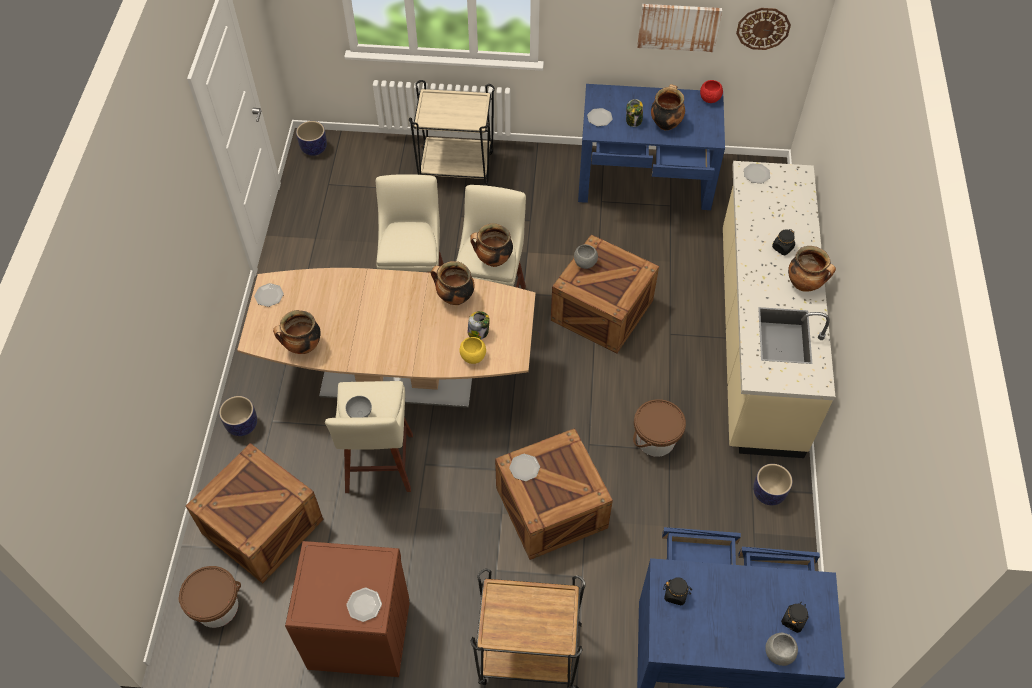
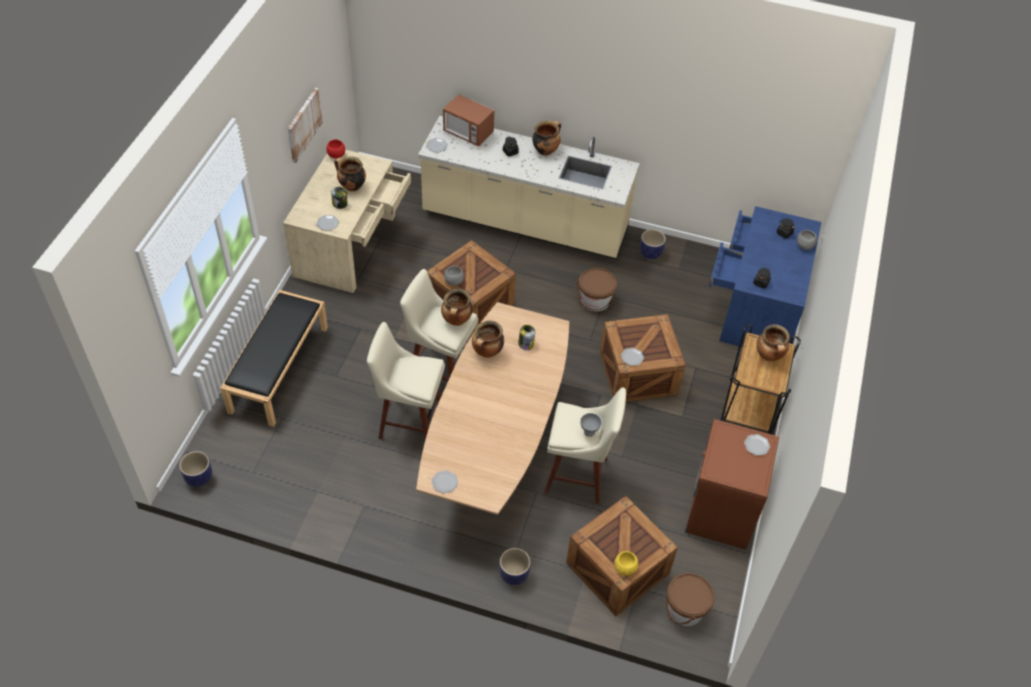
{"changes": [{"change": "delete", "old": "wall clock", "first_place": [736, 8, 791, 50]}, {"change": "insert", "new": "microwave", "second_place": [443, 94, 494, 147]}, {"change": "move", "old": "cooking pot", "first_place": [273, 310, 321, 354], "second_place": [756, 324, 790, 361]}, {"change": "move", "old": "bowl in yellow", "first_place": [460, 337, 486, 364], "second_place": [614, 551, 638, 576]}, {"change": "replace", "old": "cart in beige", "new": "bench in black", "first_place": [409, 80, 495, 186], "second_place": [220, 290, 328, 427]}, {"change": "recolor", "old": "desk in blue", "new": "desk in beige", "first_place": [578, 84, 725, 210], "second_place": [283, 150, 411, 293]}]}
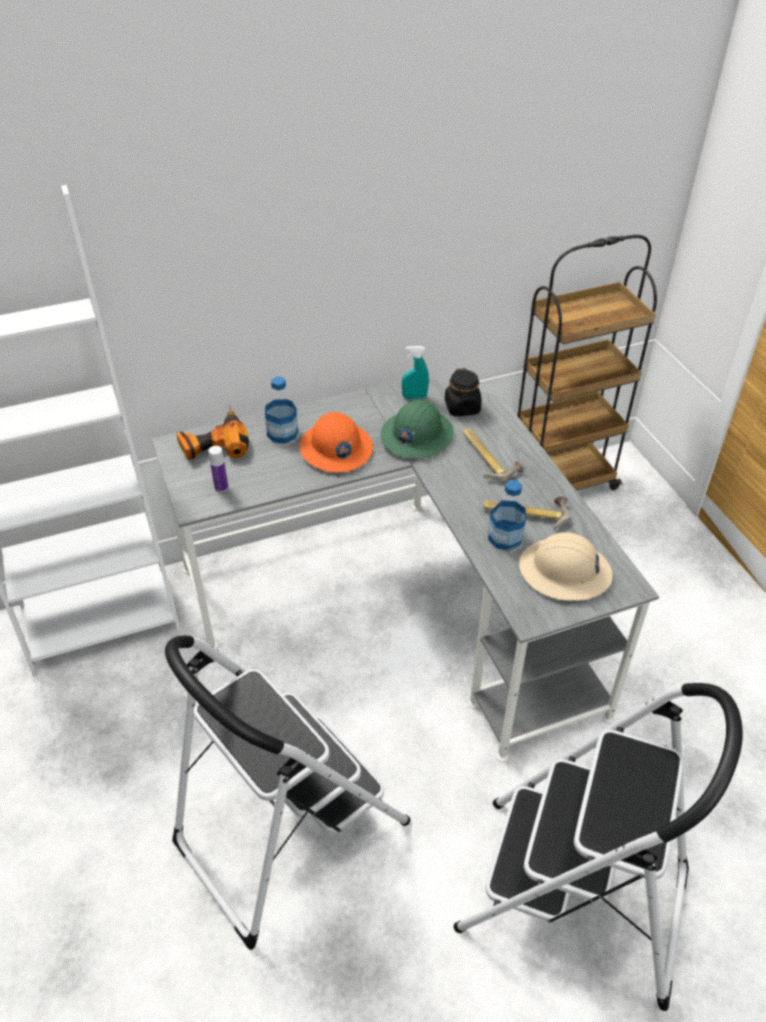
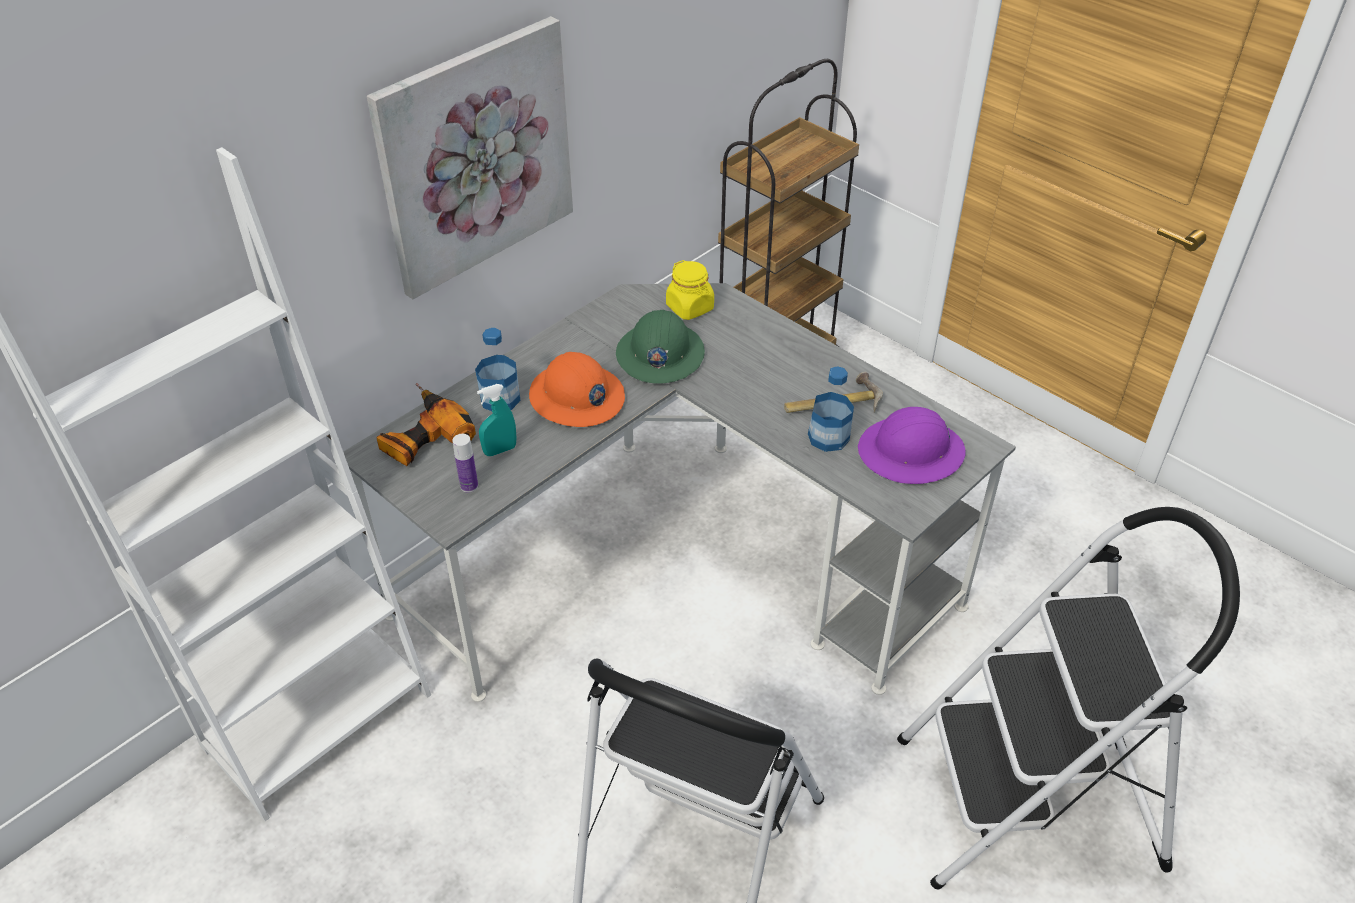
{"changes": [{"change": "delete", "old": "hammer", "first_place": [463, 429, 524, 481]}, {"change": "insert", "new": "picture", "second_place": [367, 16, 573, 299]}, {"change": "move", "old": "spray bottle in turquoise", "first_place": [402, 346, 429, 399], "second_place": [477, 384, 516, 456]}, {"change": "recolor", "old": "jar in black", "new": "jar in yellow", "first_place": [445, 368, 481, 416], "second_place": [666, 260, 714, 320]}, {"change": "recolor", "old": "hard hat in beige", "new": "hard hat in purple", "first_place": [519, 532, 613, 601], "second_place": [858, 407, 966, 484]}]}
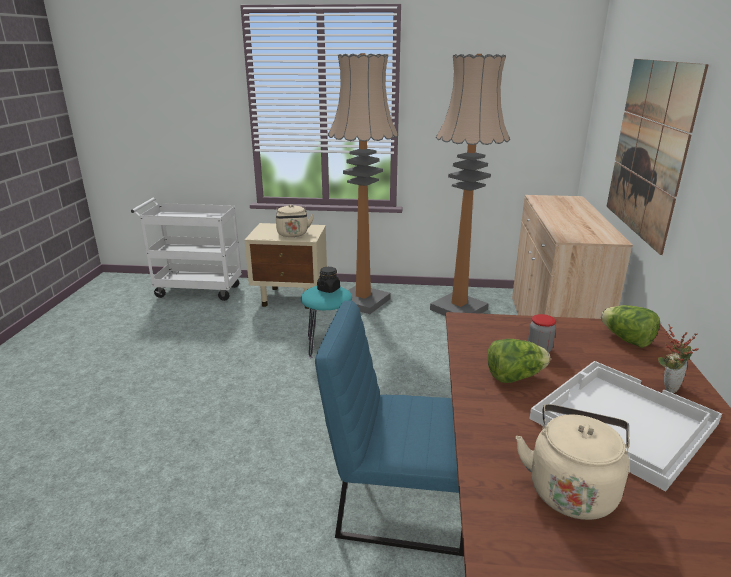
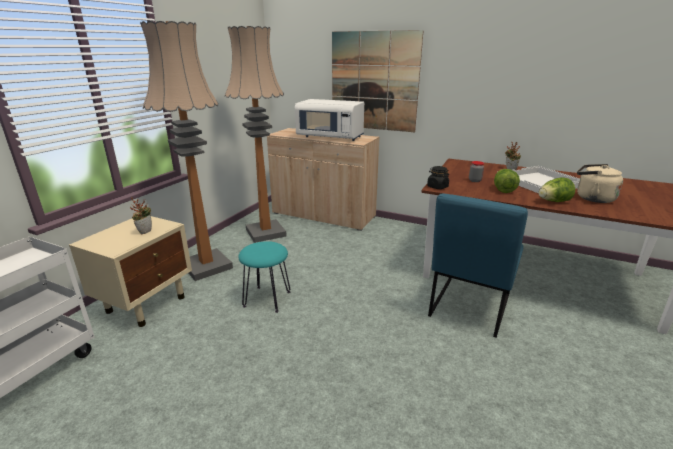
{"changes": [{"change": "insert", "new": "microwave in white", "second_place": [295, 99, 364, 141]}, {"change": "move", "old": "jar in black", "first_place": [317, 267, 340, 293], "second_place": [427, 166, 449, 189]}, {"change": "move", "old": "lettuce", "first_place": [601, 305, 660, 348], "second_place": [539, 177, 575, 202]}, {"change": "replace", "old": "kettle in beige", "new": "potted plant", "first_place": [276, 204, 314, 237], "second_place": [130, 197, 152, 234]}]}
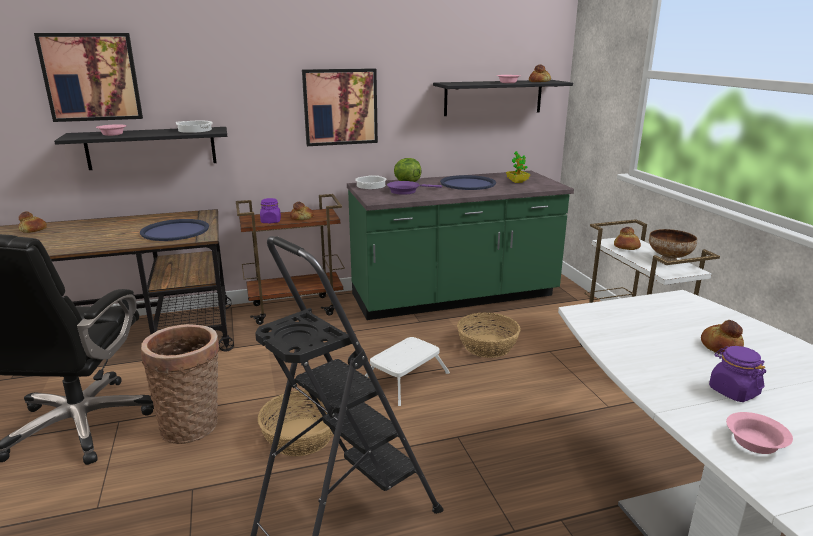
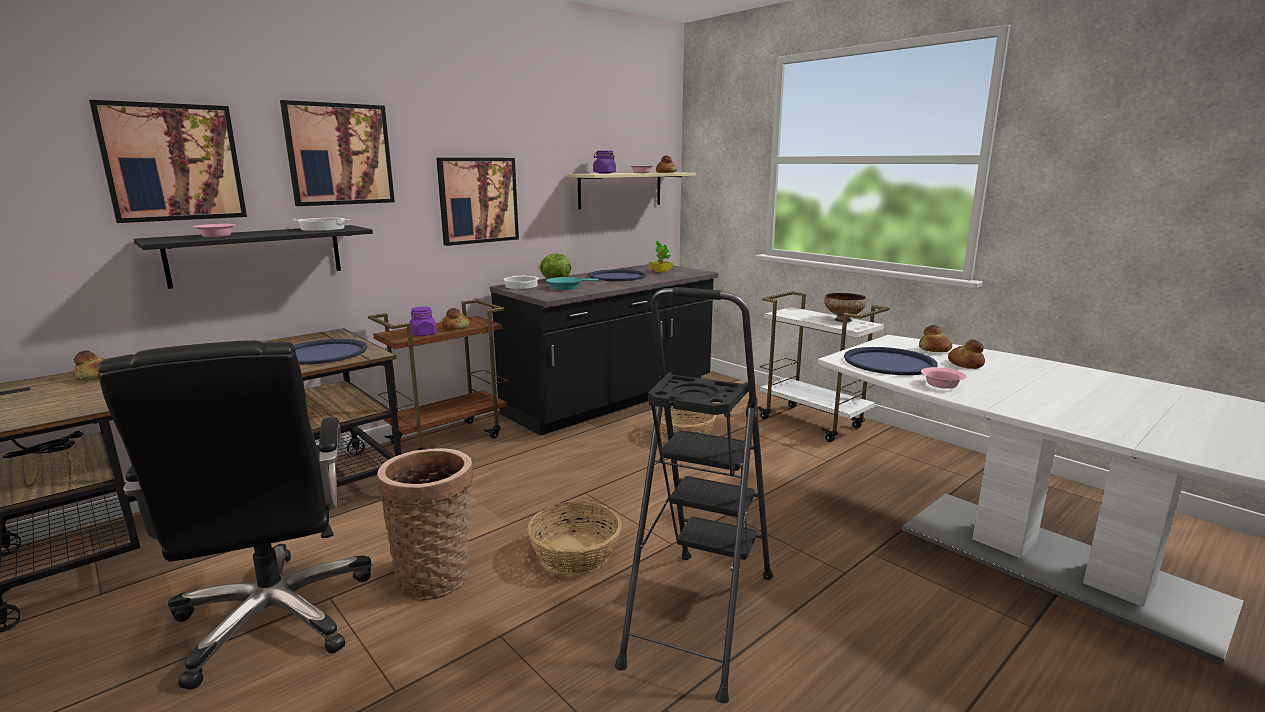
{"changes": [{"change": "delete", "old": "step ladder in white", "first_place": [365, 337, 450, 406]}, {"change": "insert", "new": "picture", "second_place": [280, 100, 395, 206]}, {"change": "insert", "new": "tray in blue", "second_place": [844, 347, 938, 375]}, {"change": "move", "old": "bread", "first_place": [614, 227, 641, 250], "second_place": [919, 325, 952, 352]}, {"change": "move", "old": "jar in purple", "first_place": [709, 346, 766, 402], "second_place": [593, 151, 616, 173]}, {"change": "move", "old": "bowl in pink", "first_place": [726, 412, 793, 454], "second_place": [921, 367, 966, 389]}, {"change": "recolor", "old": "counter in green", "new": "counter in black", "first_place": [347, 171, 574, 320], "second_place": [490, 264, 718, 436]}, {"change": "recolor", "old": "frying pan in purple", "new": "frying pan in turquoise", "first_place": [387, 181, 442, 195], "second_place": [546, 277, 599, 290]}, {"change": "recolor", "old": "shelf in black", "new": "shelf in beige", "first_place": [433, 80, 573, 116], "second_place": [567, 172, 696, 209]}]}
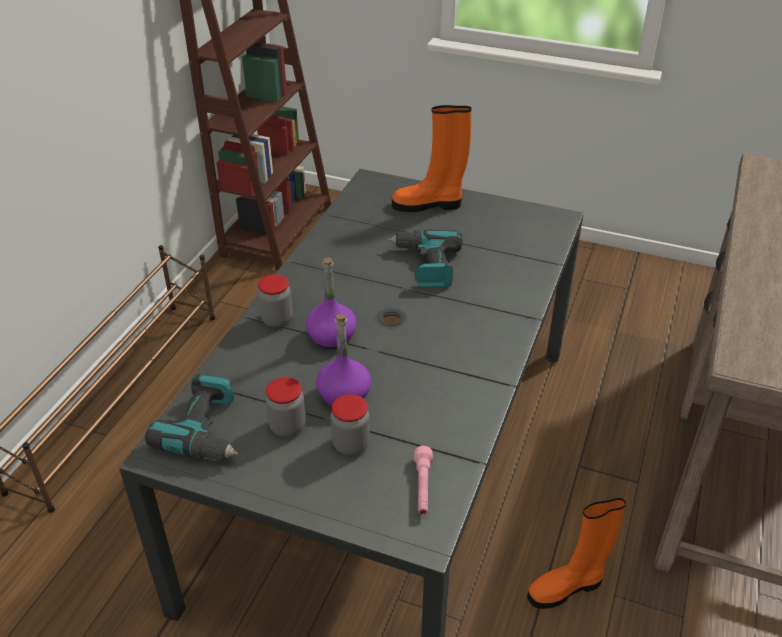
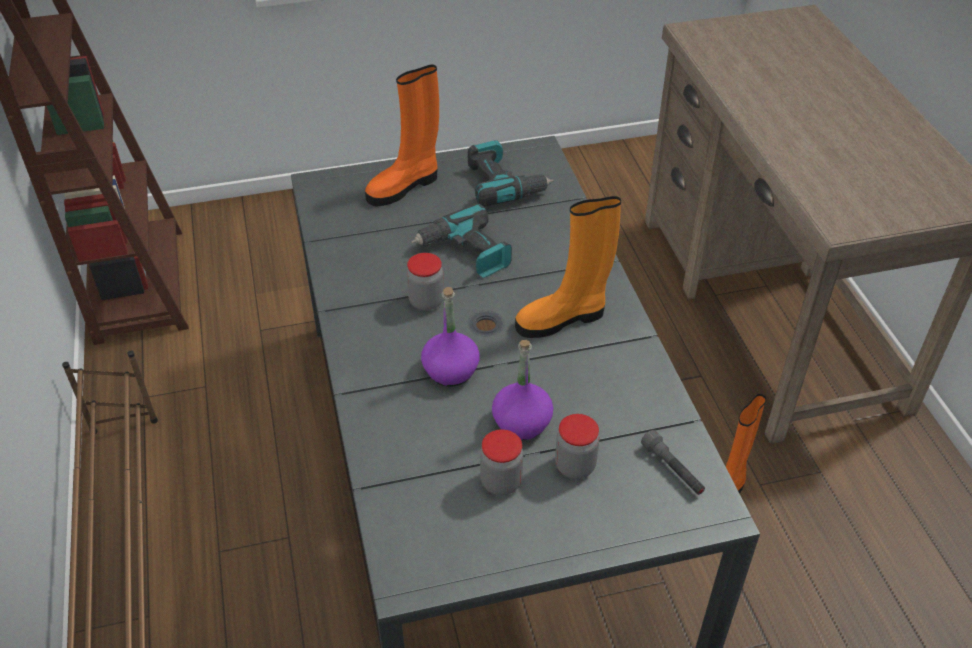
{"changes": [{"change": "insert", "new": "boot in orange", "second_place": [515, 196, 621, 338]}, {"change": "move", "old": "power drill", "first_place": [145, 374, 238, 460], "second_place": [468, 140, 554, 207]}, {"change": "move", "old": "jar", "first_place": [258, 274, 293, 327], "second_place": [407, 253, 444, 311]}, {"change": "recolor", "old": "flashlight in pink", "new": "flashlight in grey", "first_place": [414, 446, 433, 515], "second_place": [641, 430, 705, 495]}]}
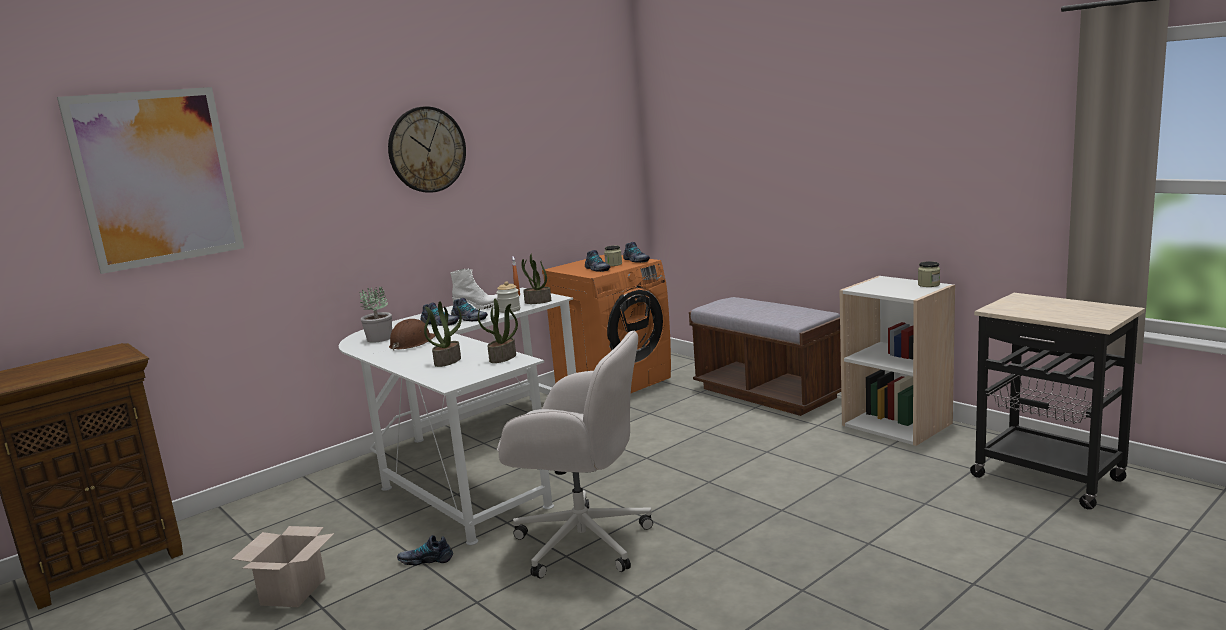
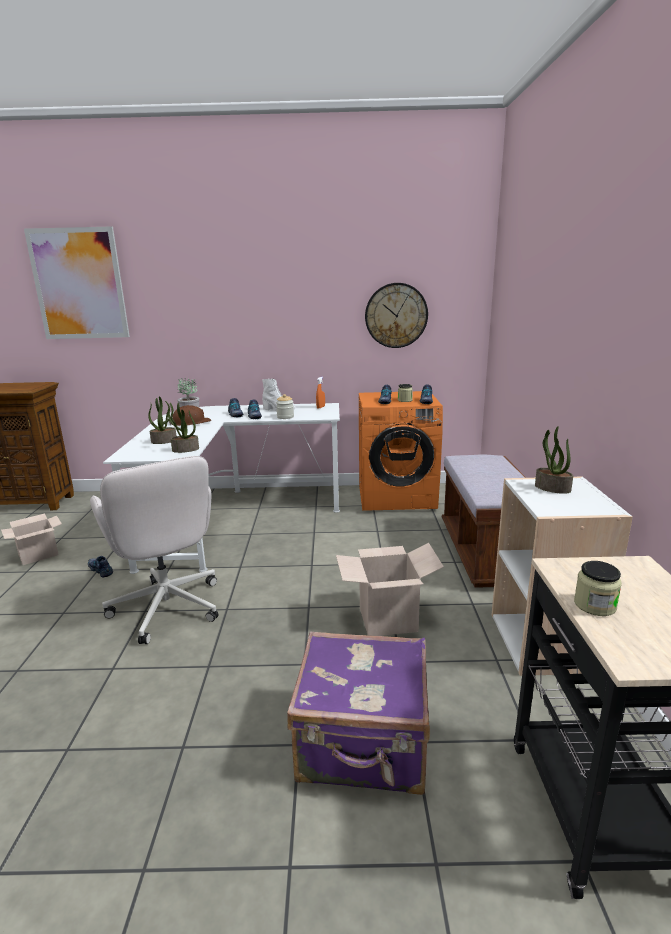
{"changes": [{"change": "insert", "new": "suitcase in purple", "second_place": [287, 631, 430, 795]}, {"change": "insert", "new": "cardboard box", "second_place": [336, 543, 444, 636]}, {"change": "move", "old": "wall clock", "first_place": [388, 106, 466, 193], "second_place": [365, 283, 428, 348]}, {"change": "move", "old": "potted plant", "first_place": [521, 254, 551, 304], "second_place": [535, 426, 573, 494]}, {"change": "move", "old": "jar", "first_place": [918, 261, 940, 287], "second_place": [574, 561, 622, 616]}]}
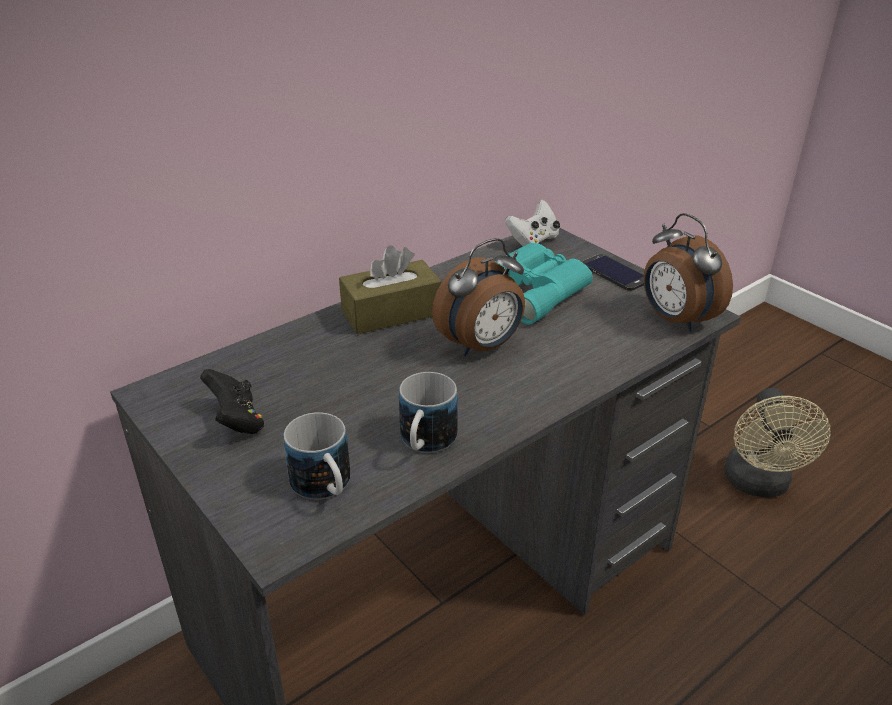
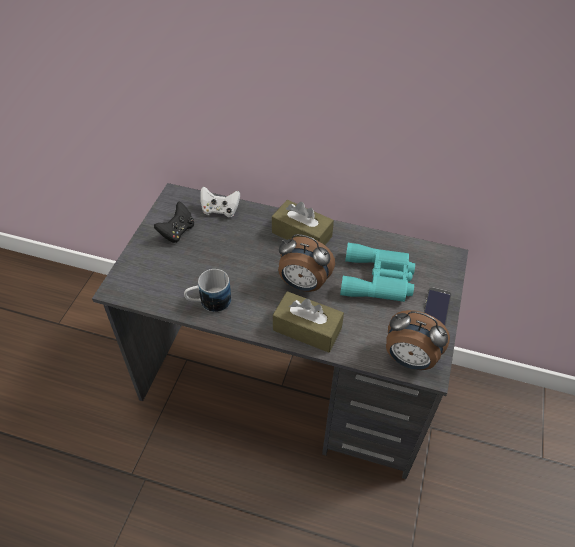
{"changes": [{"change": "delete", "old": "mug", "first_place": [283, 412, 350, 500]}, {"change": "delete", "old": "fan in beige", "first_place": [724, 388, 831, 497]}, {"change": "insert", "new": "tissue box in brown", "second_place": [273, 291, 344, 353]}, {"change": "move", "old": "game controller in white", "first_place": [505, 200, 560, 246], "second_place": [200, 187, 240, 217]}, {"change": "rotate", "old": "alarm clock", "first_place": [643, 213, 733, 332], "second_place": [386, 310, 450, 370], "degrees": -90}]}
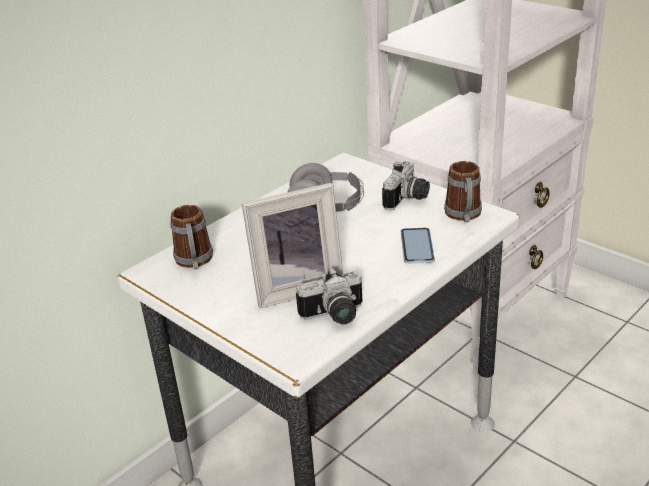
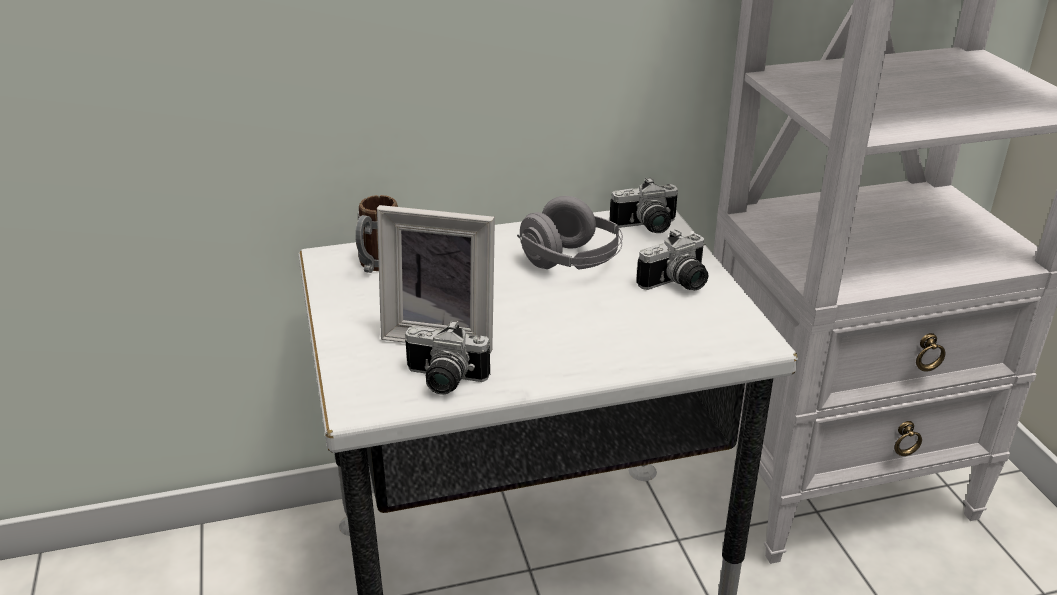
{"changes": [{"change": "delete", "old": "phone", "first_place": [401, 228, 435, 264]}, {"change": "delete", "old": "mug", "first_place": [444, 161, 482, 222]}, {"change": "insert", "new": "photo camera", "second_place": [609, 177, 678, 233]}]}
